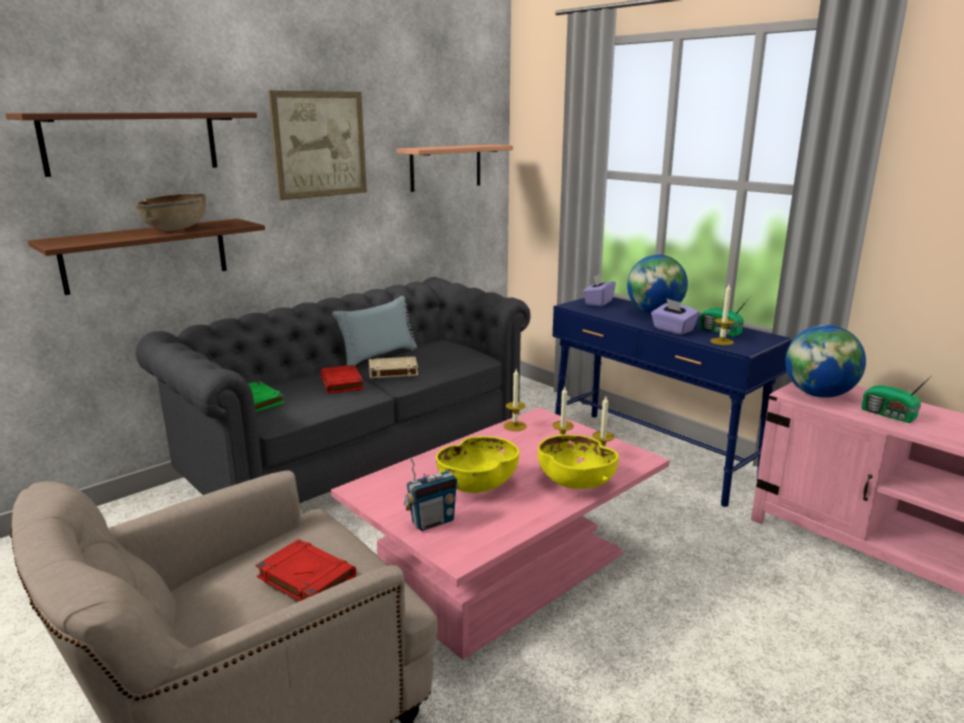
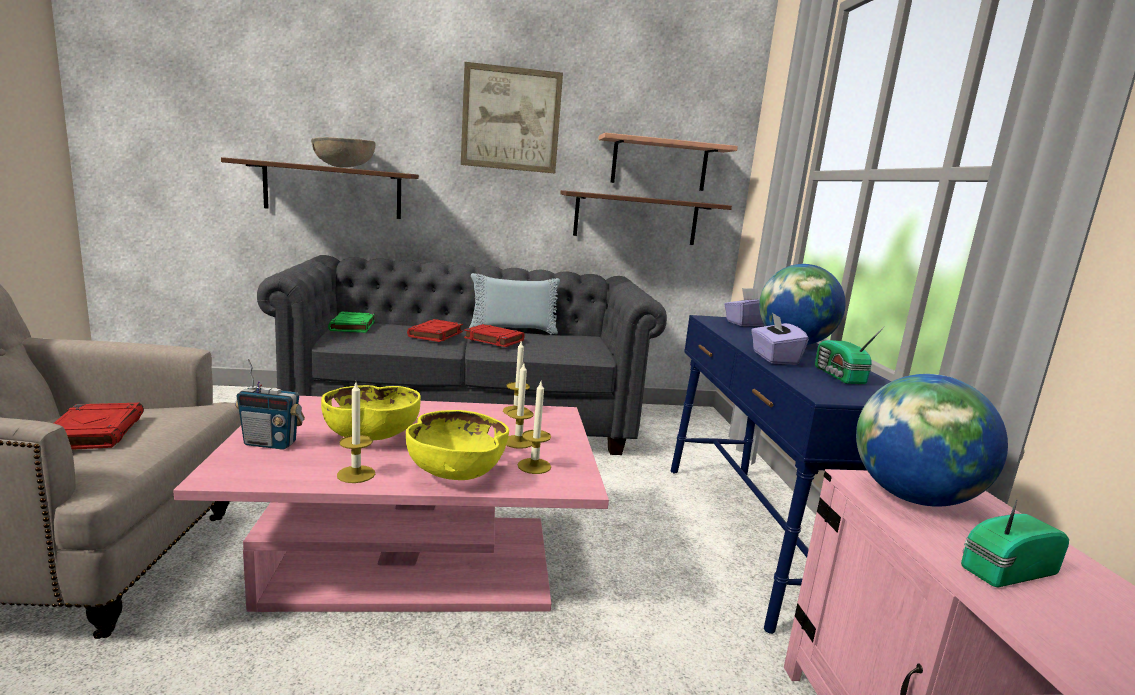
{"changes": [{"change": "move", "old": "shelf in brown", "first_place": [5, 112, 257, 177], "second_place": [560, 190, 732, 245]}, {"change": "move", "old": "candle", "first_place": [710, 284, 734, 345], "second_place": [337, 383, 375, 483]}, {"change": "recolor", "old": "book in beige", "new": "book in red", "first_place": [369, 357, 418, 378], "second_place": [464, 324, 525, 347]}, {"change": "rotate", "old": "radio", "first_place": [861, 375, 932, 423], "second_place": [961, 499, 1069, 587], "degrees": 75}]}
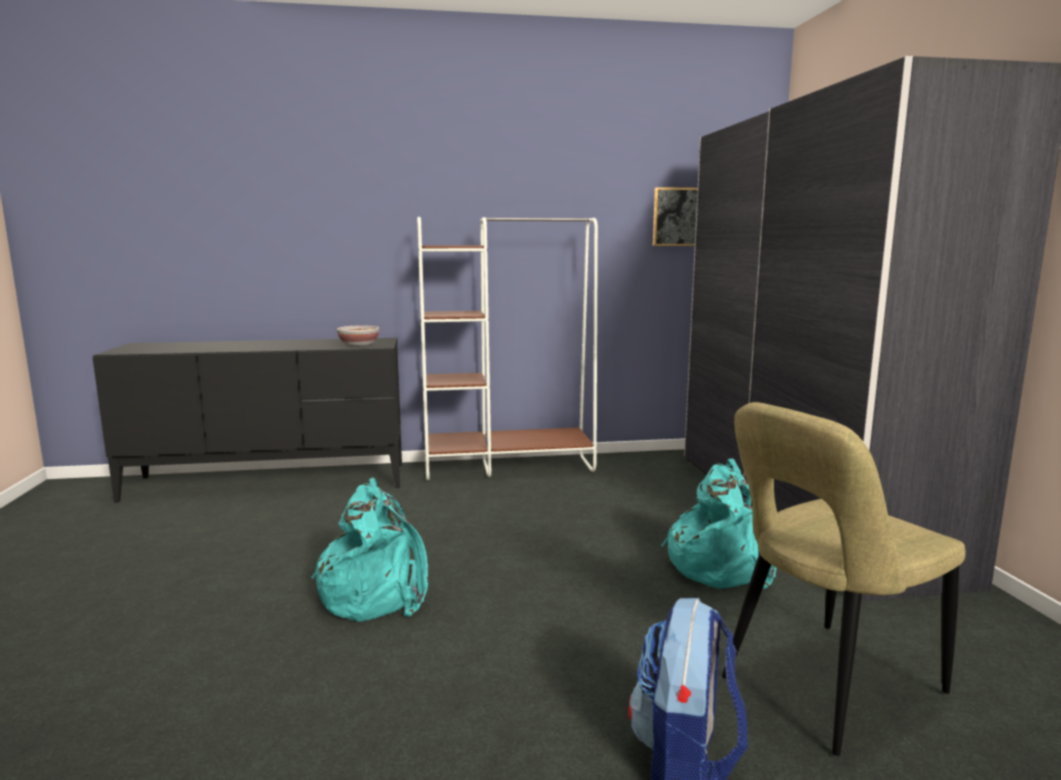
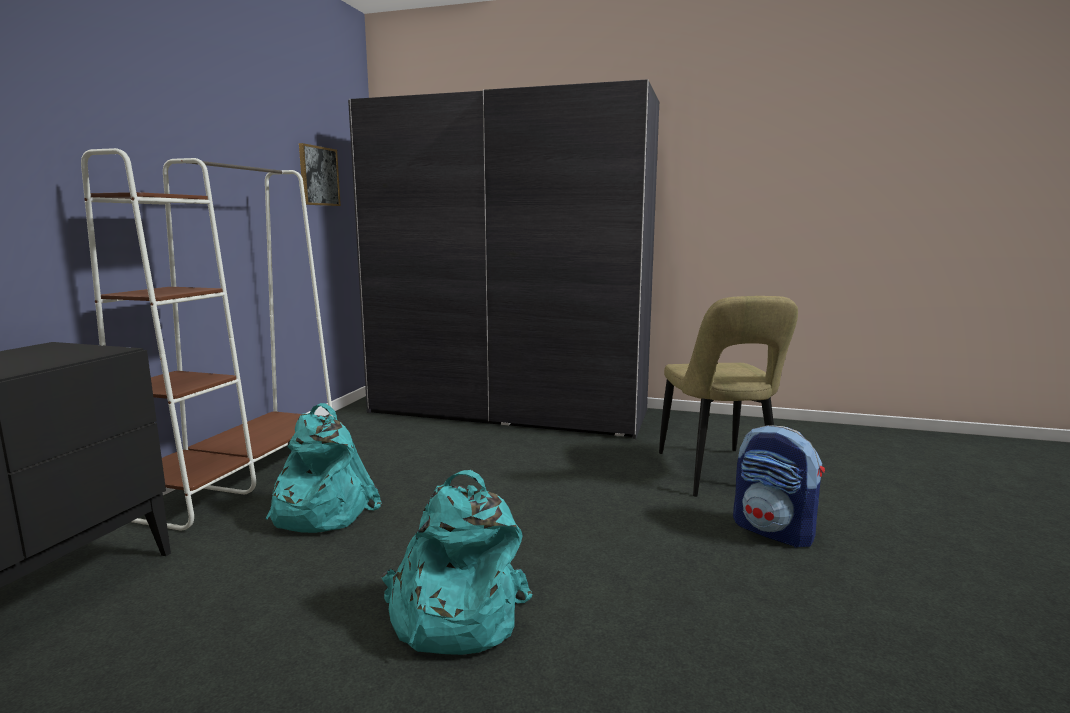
{"changes": [{"change": "delete", "old": "bowl", "first_place": [337, 325, 379, 347]}, {"change": "move", "old": "backpack in turquoise", "first_place": [661, 458, 777, 589], "second_place": [265, 403, 381, 533]}]}
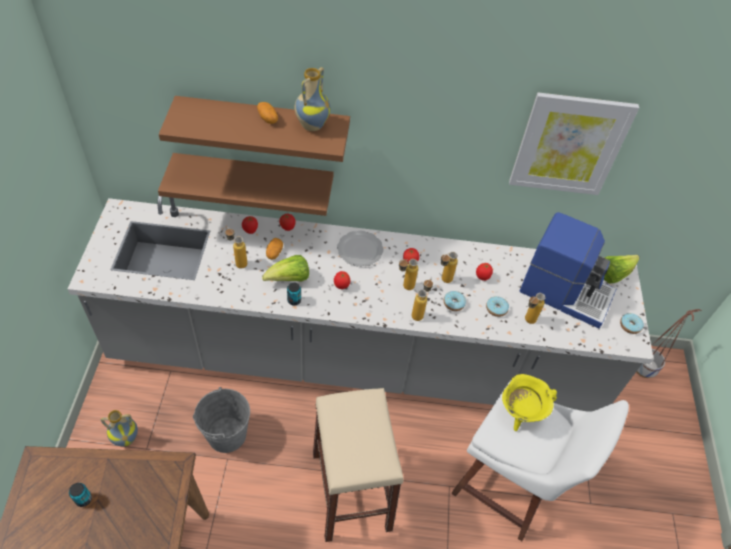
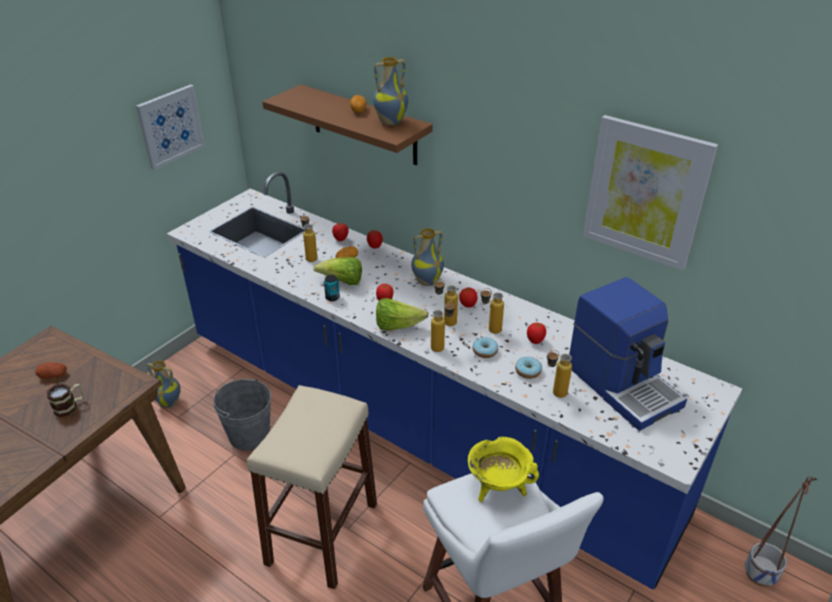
{"changes": [{"change": "delete", "old": "shelf in brown", "first_place": [158, 153, 334, 216]}, {"change": "delete", "old": "donut", "first_place": [620, 313, 644, 334]}, {"change": "insert", "new": "mug", "second_place": [47, 383, 84, 417]}, {"change": "insert", "new": "picture", "second_place": [136, 84, 205, 170]}, {"change": "move", "old": "lettuce", "first_place": [604, 255, 639, 283], "second_place": [376, 298, 429, 331]}, {"change": "replace", "old": "can", "new": "potato", "first_place": [69, 483, 92, 507], "second_place": [35, 362, 67, 379]}, {"change": "replace", "old": "plate", "new": "vase", "first_place": [337, 230, 384, 267], "second_place": [411, 228, 444, 286]}, {"change": "recolor", "old": "counter in grey", "new": "counter in blue", "first_place": [68, 196, 654, 412], "second_place": [167, 172, 742, 590]}]}
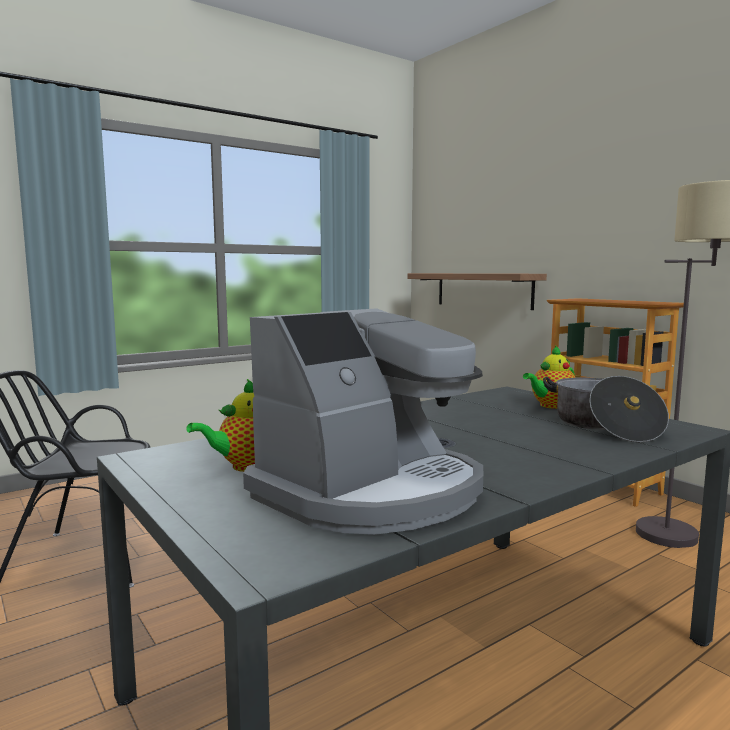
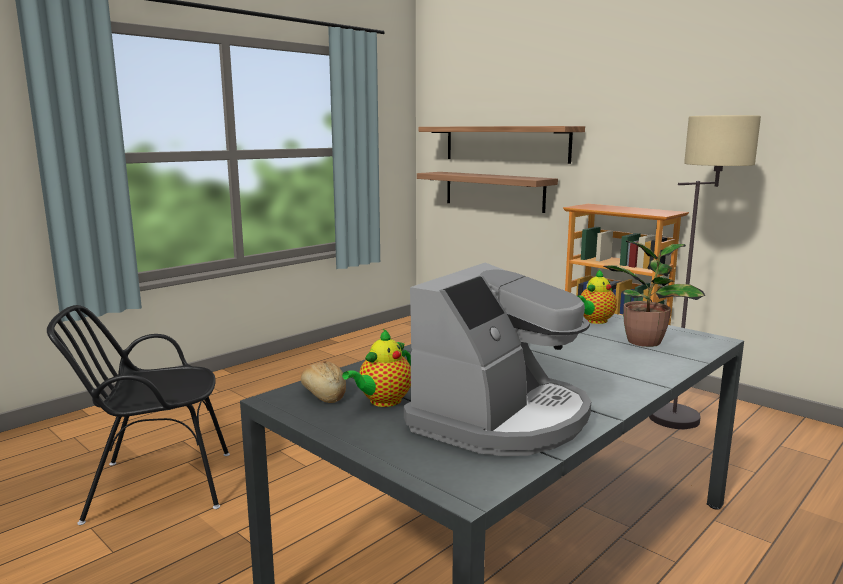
{"changes": [{"change": "insert", "new": "bread", "second_place": [301, 361, 346, 403]}, {"change": "insert", "new": "shelf", "second_place": [418, 126, 585, 164]}, {"change": "replace", "old": "cooking pot", "new": "potted plant", "first_place": [543, 376, 669, 442], "second_place": [603, 240, 705, 347]}]}
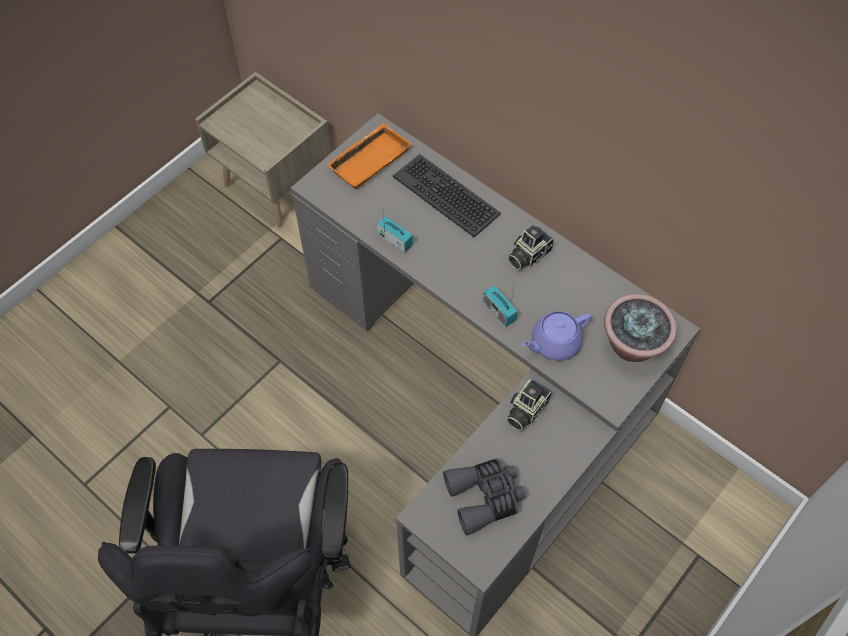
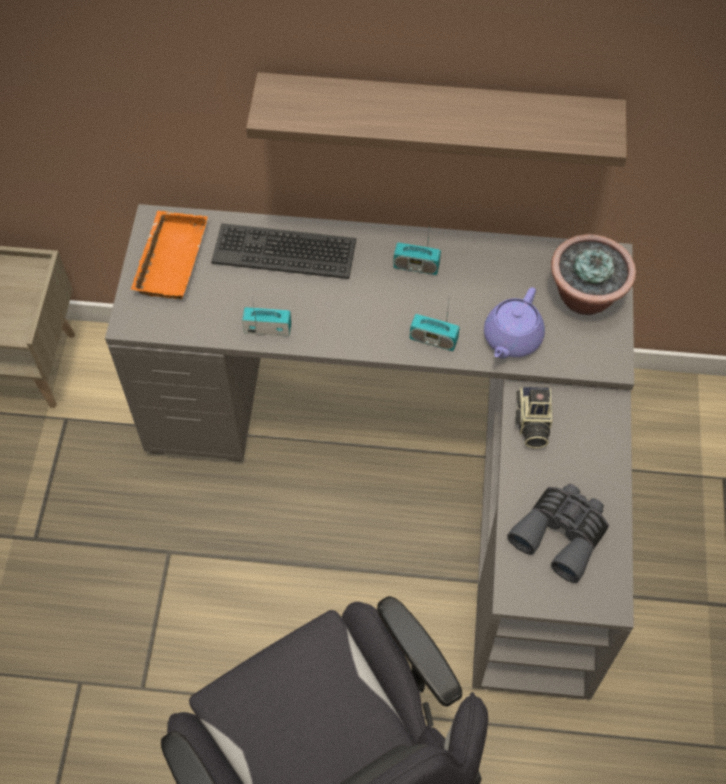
{"changes": [{"change": "insert", "new": "shelf", "second_place": [246, 72, 627, 167]}, {"change": "replace", "old": "photo camera", "new": "radio", "first_place": [508, 225, 554, 270], "second_place": [393, 222, 441, 275]}]}
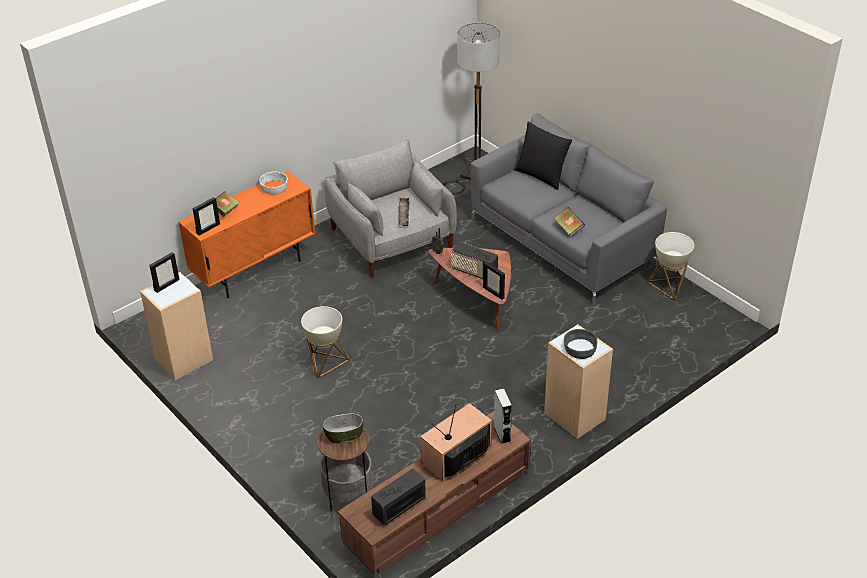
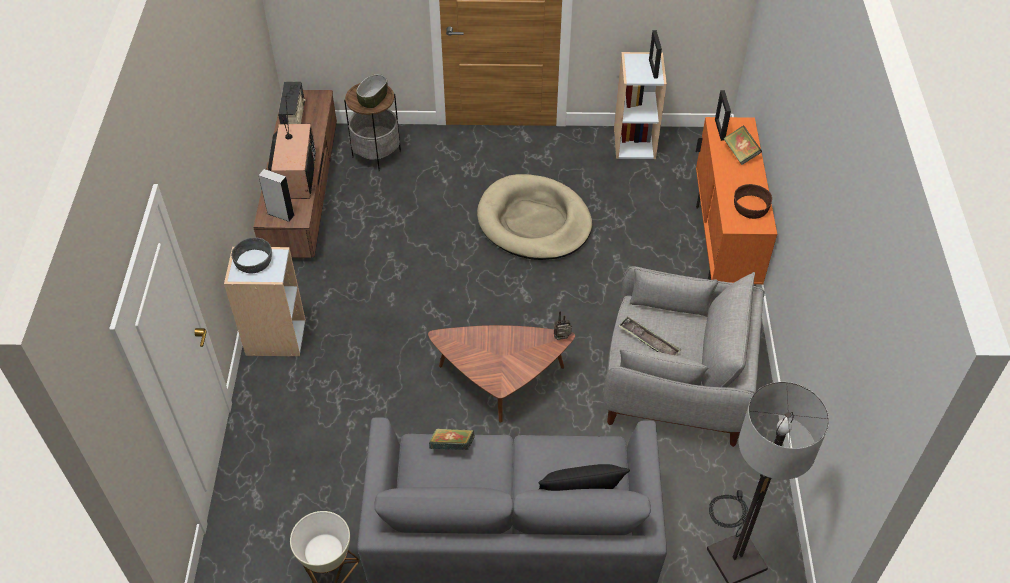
{"changes": [{"change": "delete", "old": "radio", "first_place": [451, 242, 498, 279]}, {"change": "delete", "old": "picture frame", "first_place": [483, 262, 505, 300]}, {"change": "replace", "old": "planter", "new": "dog bed in beige", "first_place": [301, 306, 349, 378], "second_place": [477, 174, 592, 260]}, {"change": "recolor", "old": "bowl in white", "new": "bowl in brown", "first_place": [259, 171, 288, 195], "second_place": [734, 184, 772, 219]}]}
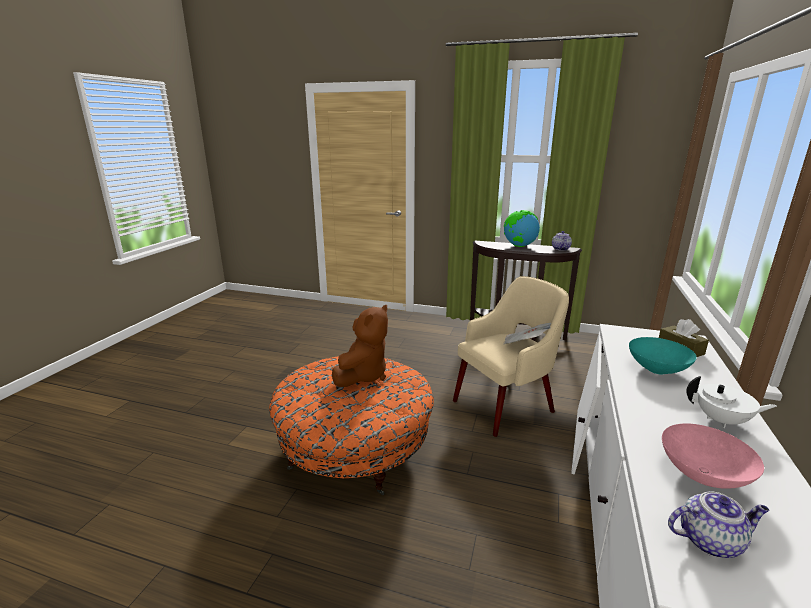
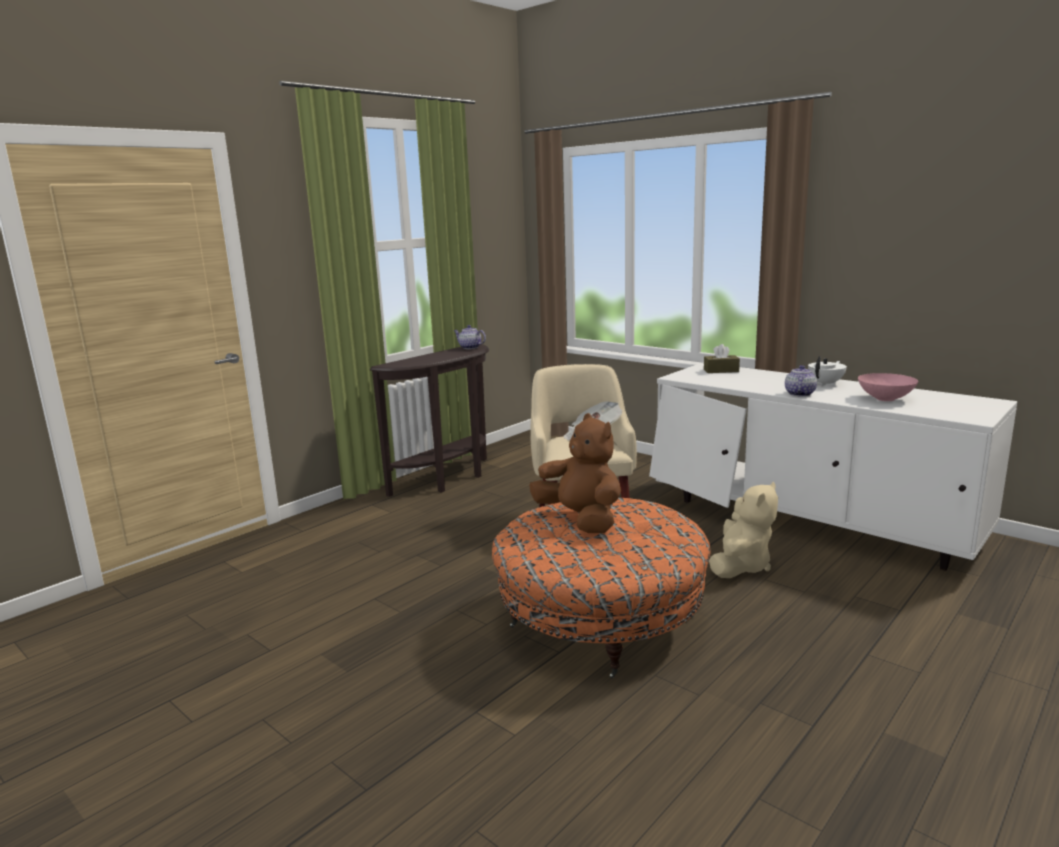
{"changes": [{"change": "delete", "old": "globe", "first_place": [504, 210, 540, 247]}, {"change": "delete", "old": "bowl in turquoise", "first_place": [629, 337, 697, 374]}, {"change": "insert", "new": "plush toy in beige", "second_place": [709, 482, 778, 578]}, {"change": "move", "old": "teapot", "first_place": [668, 491, 769, 558], "second_place": [785, 365, 817, 397]}]}
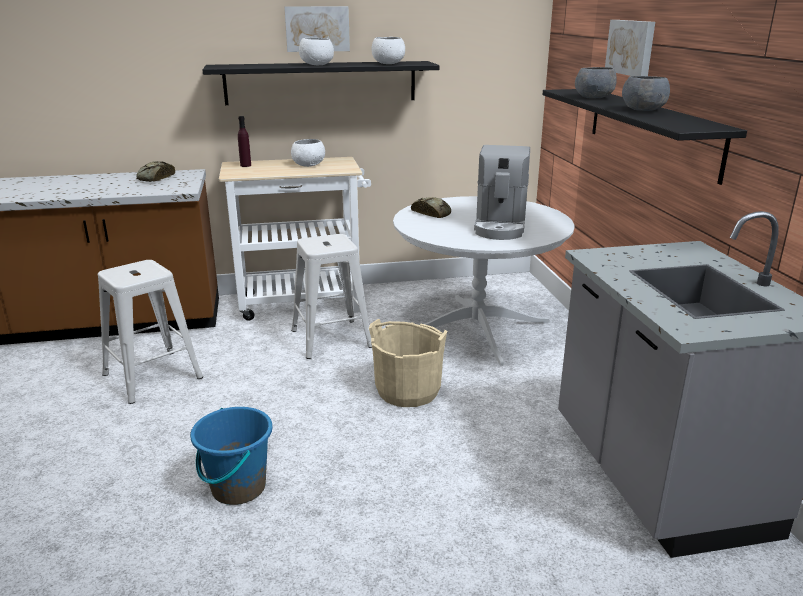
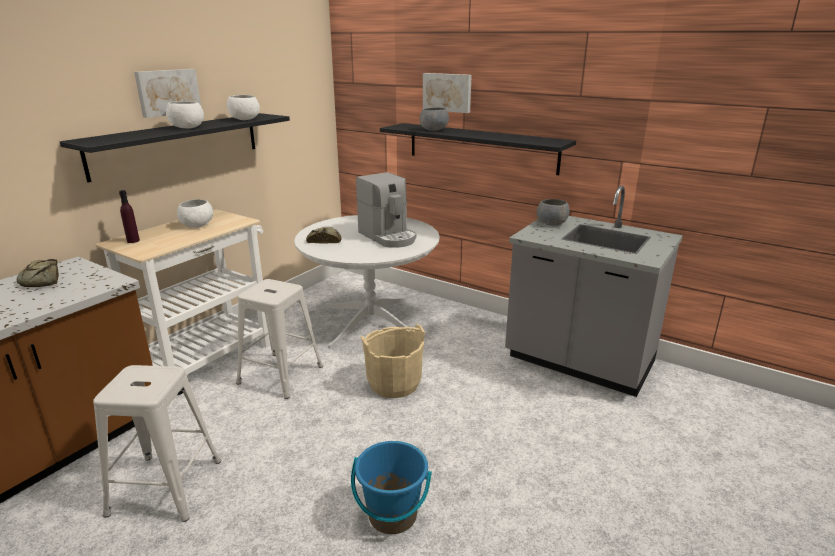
{"changes": [{"change": "move", "old": "bowl in grey", "first_place": [622, 76, 670, 111], "second_place": [537, 199, 569, 226]}]}
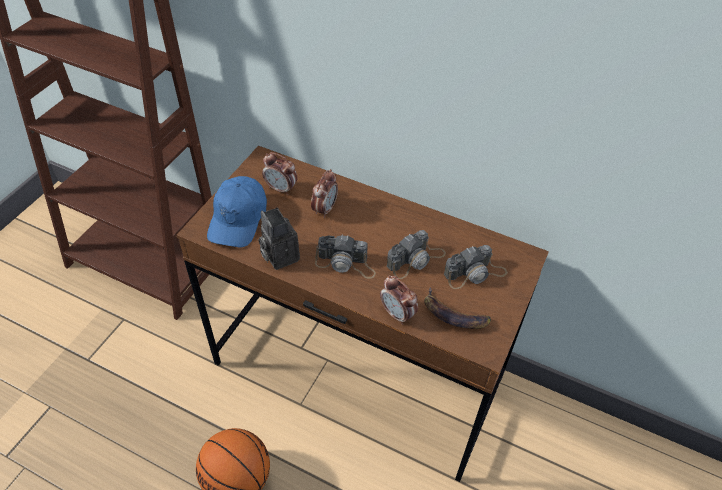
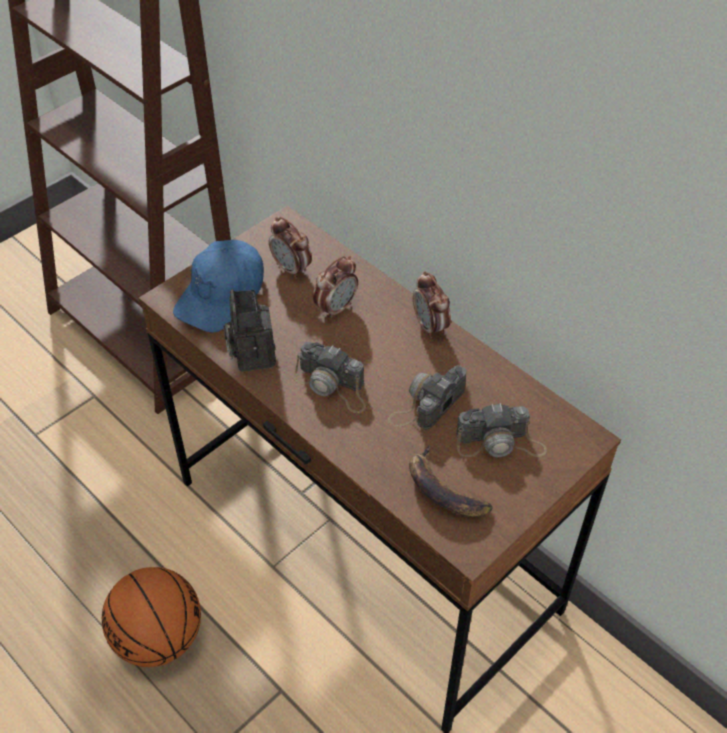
{"changes": [{"change": "move", "old": "alarm clock", "first_place": [380, 275, 418, 325], "second_place": [413, 271, 451, 338]}, {"change": "rotate", "old": "photo camera", "first_place": [387, 230, 446, 279], "second_place": [388, 365, 466, 430], "degrees": 150}]}
